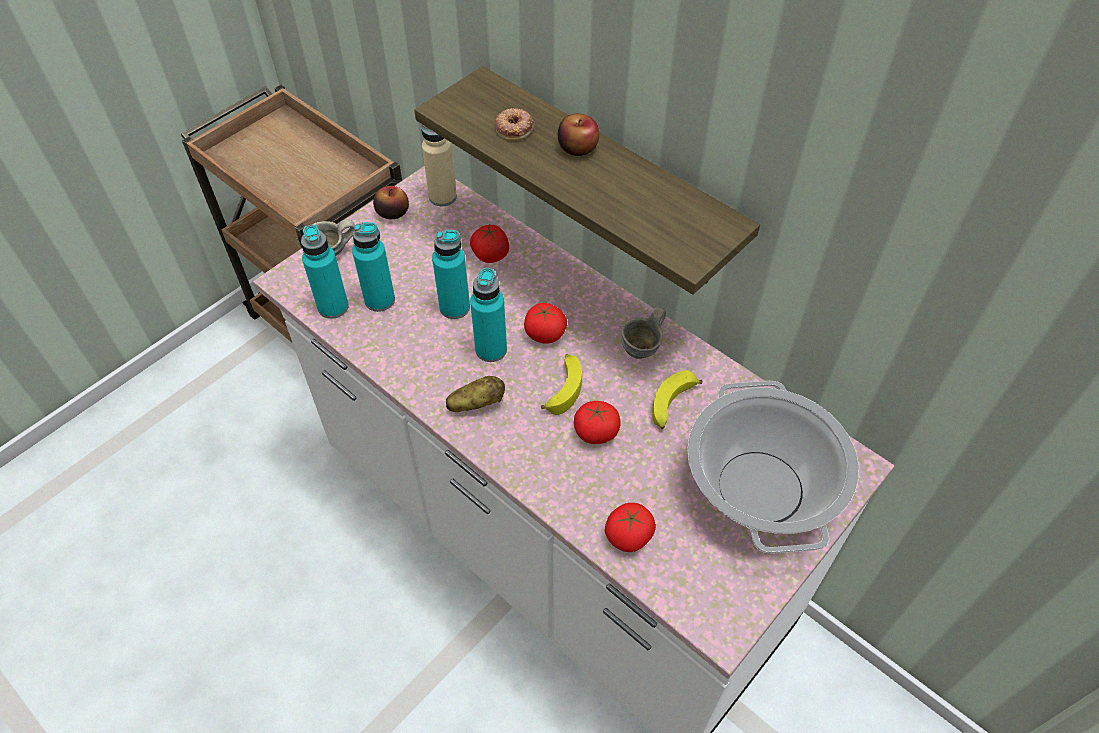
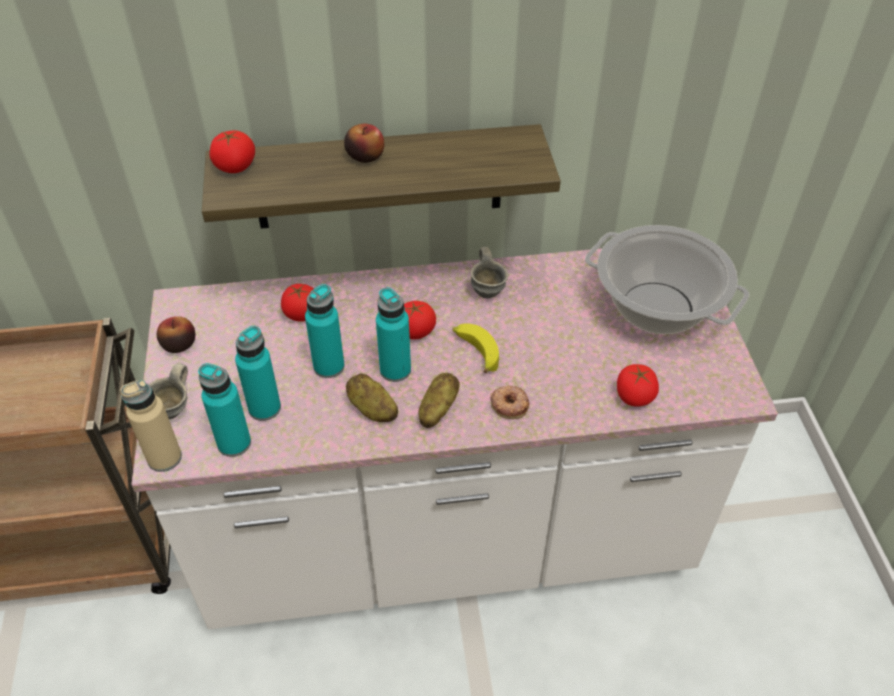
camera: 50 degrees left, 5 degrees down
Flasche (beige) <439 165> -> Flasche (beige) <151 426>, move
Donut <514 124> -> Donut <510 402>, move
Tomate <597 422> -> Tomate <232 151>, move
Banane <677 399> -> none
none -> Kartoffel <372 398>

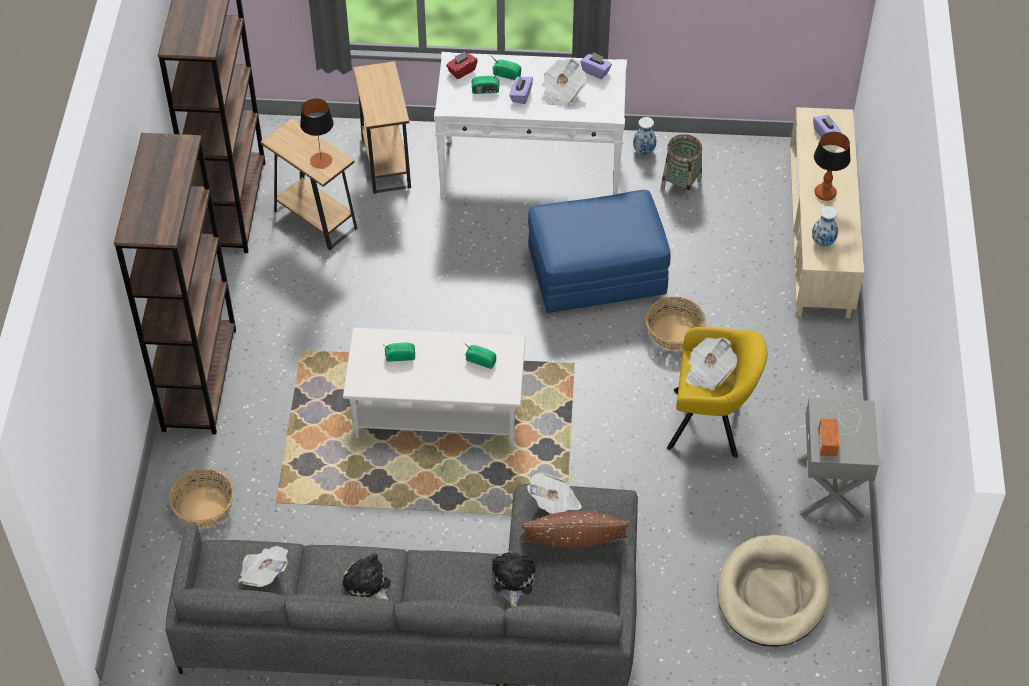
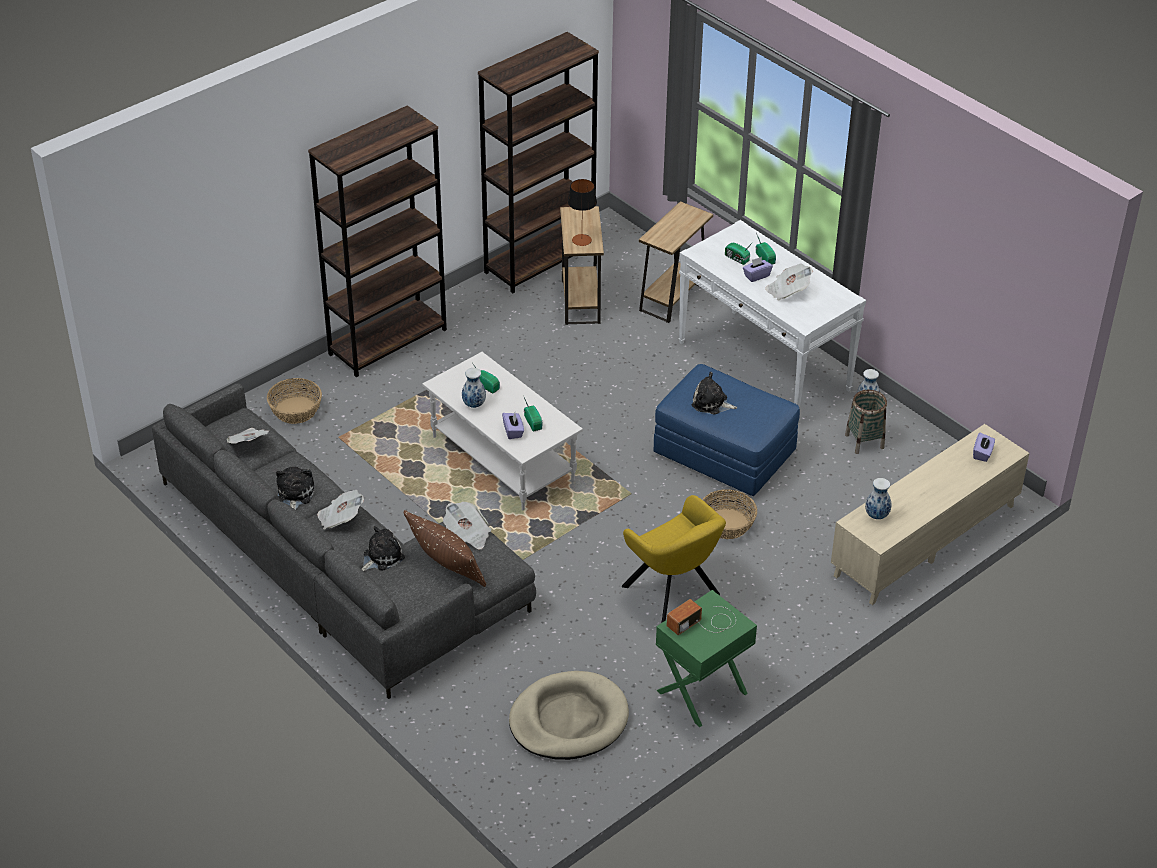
camera: 45 degrees right, 10 degrees down
Taschentuchbox (rot) <462 65> -> none
Taschentuchbox (lila) <596 65> -> Taschentuchbox (lila) <513 426>, move
Zeitung <711 363> -> Zeitung <340 510>, move
Nachttisch (grau) <838 458> -> Nachttisch (grün) <706 658>
Tischlampe <832 166> -> none
none -> Vase <474 388>
none -> Plüschtier <714 393>

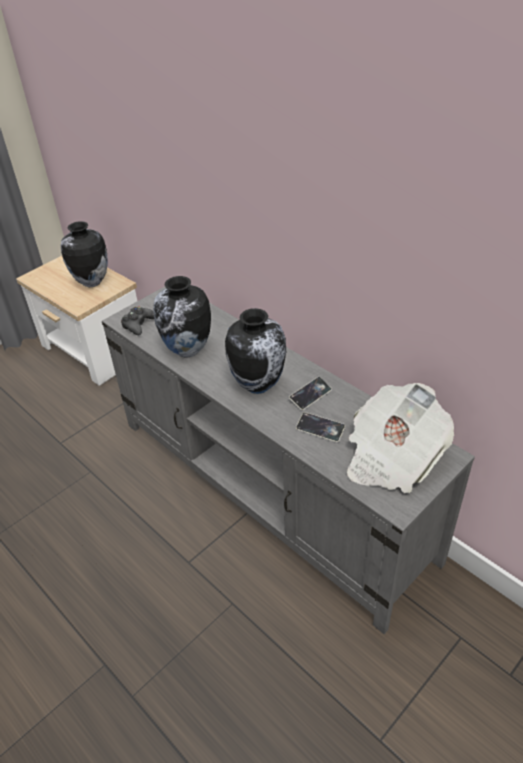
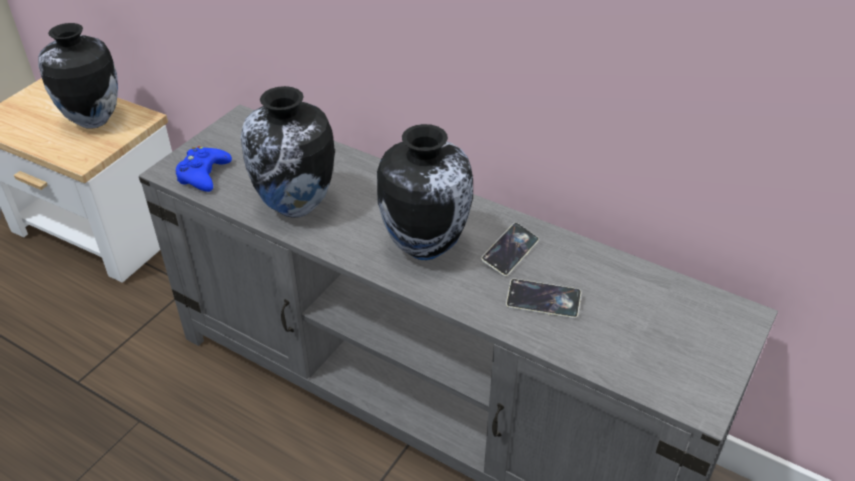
camera: 15 degrees left, 0 degrees up
Gamepad (schwarz) <137 321> -> Gamepad (blau) <204 169>
Zeitung <400 438> -> none

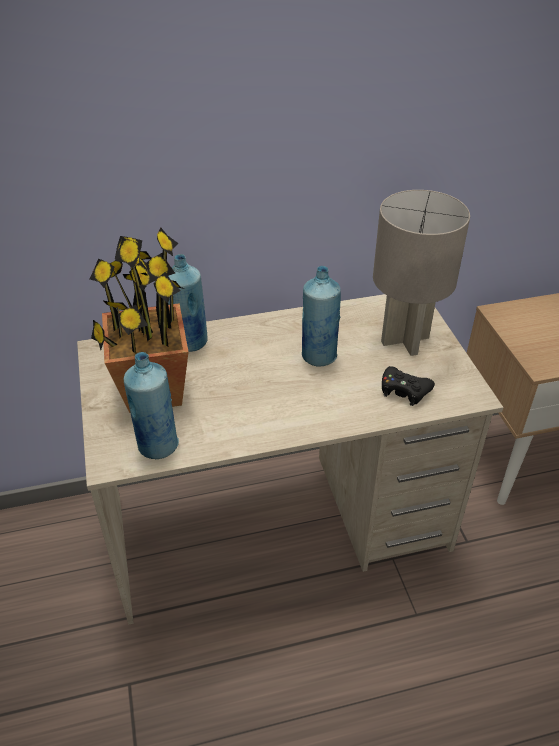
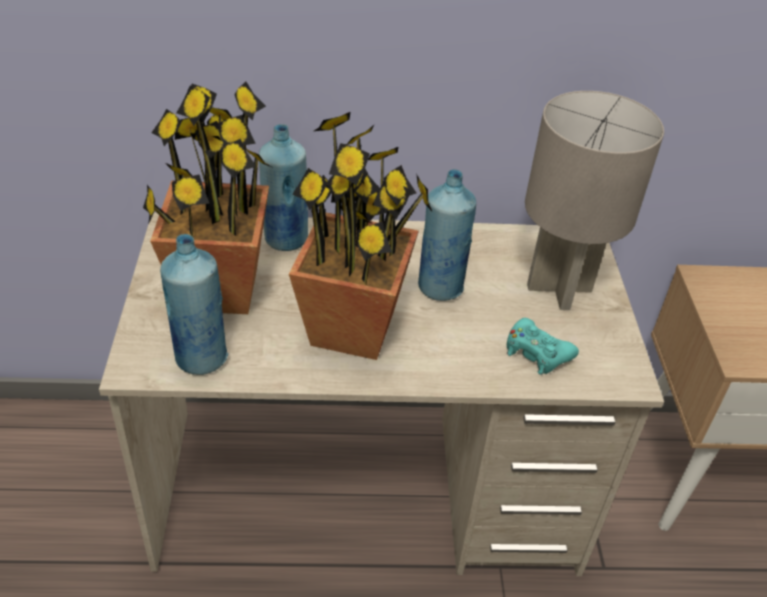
camera: 10 degrees right, 0 degrees up
Gamepad (schwarz) <408 386> -> Gamepad (türkis) <543 346>
none -> Topfpflanze <360 236>

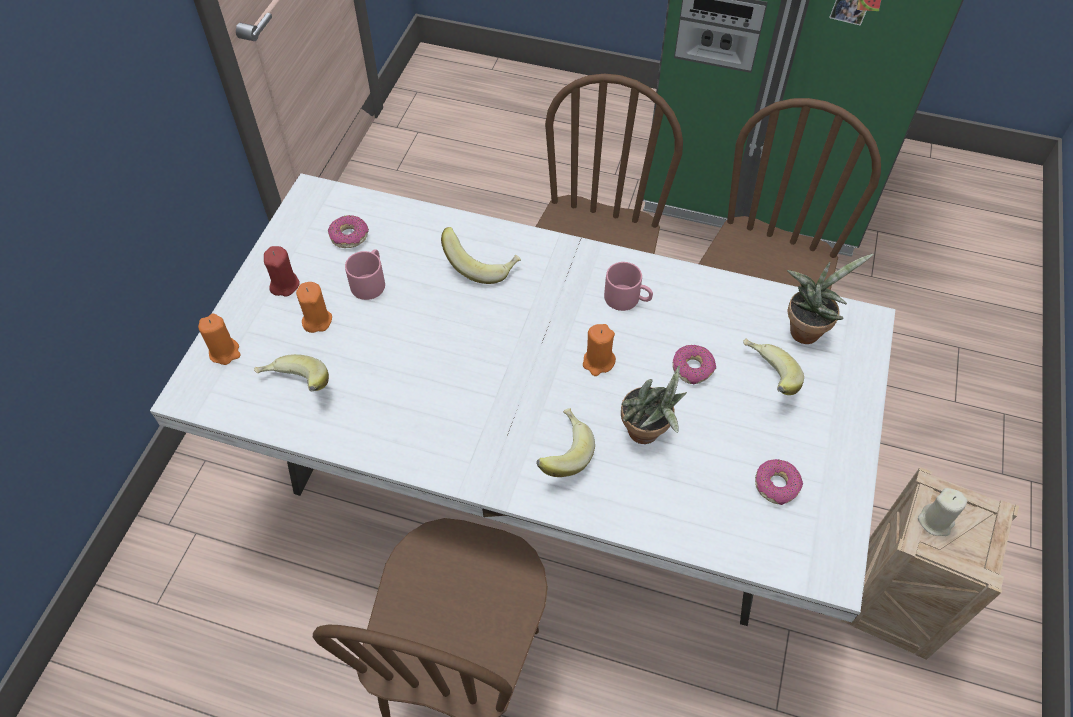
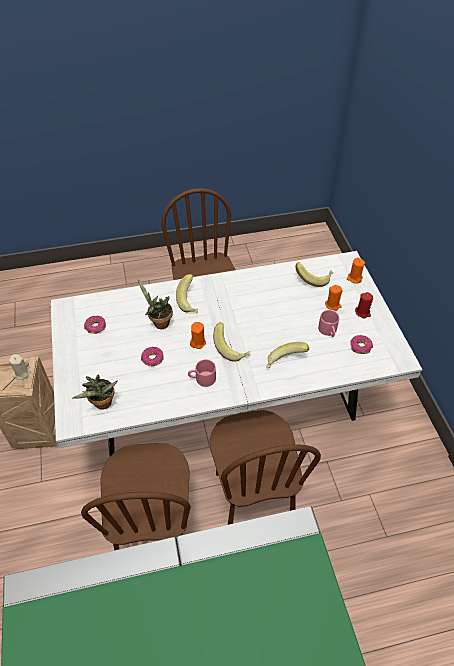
camera: 150 degrees right, 5 degrees down
Banane <773 367> -> Banane <231 341>, move

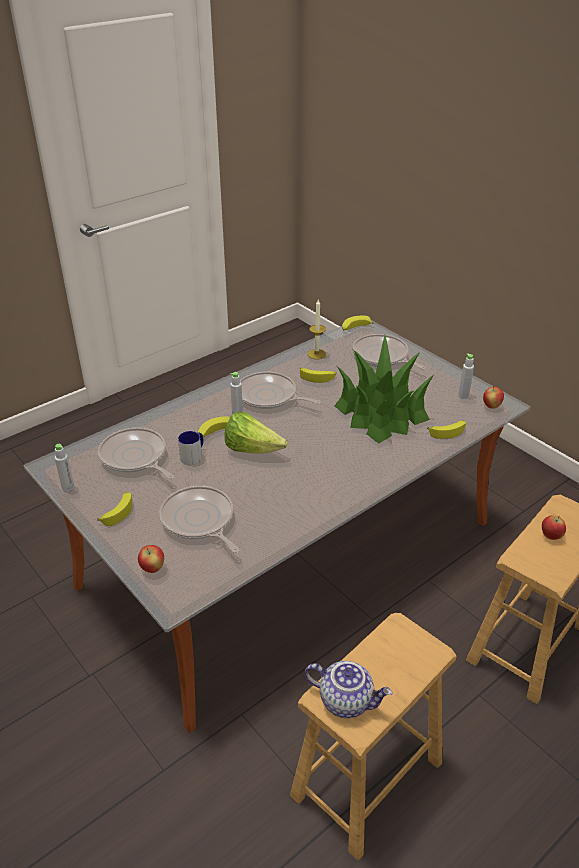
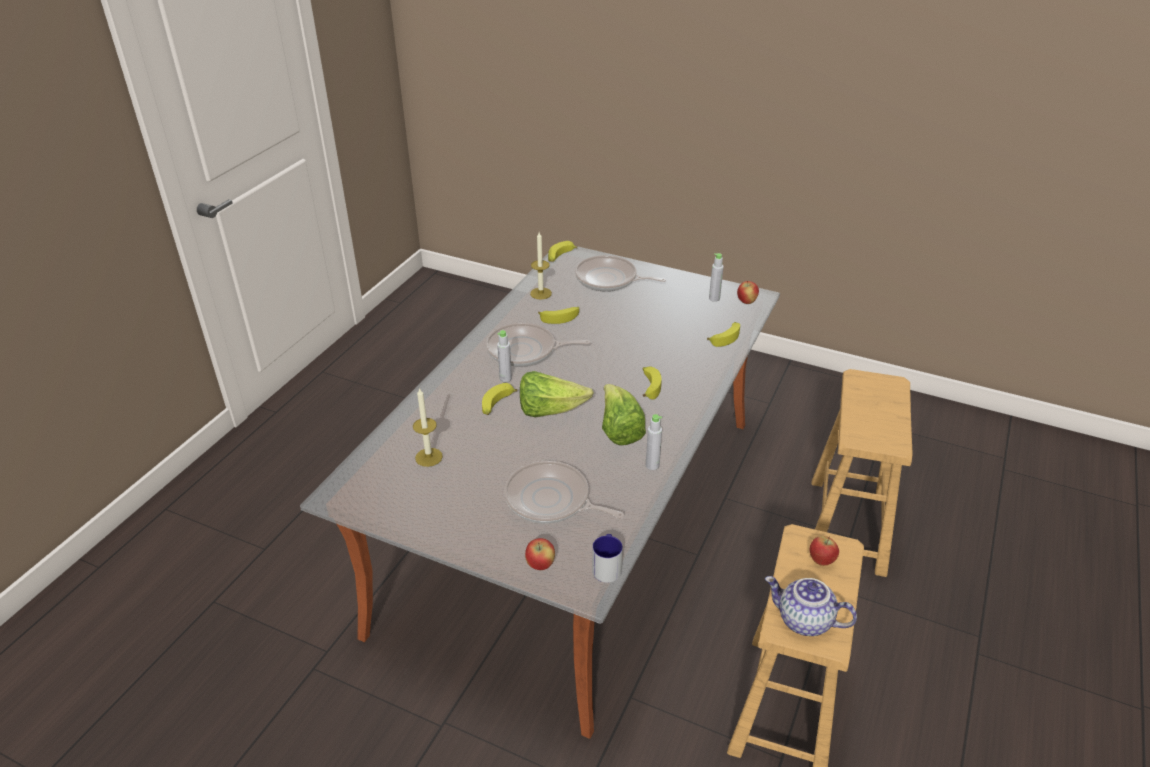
camera: 25 degrees left, 0 degrees up
Flasche (grau) <65 468> -> Flasche (grau) <654 442>, move
Banane <114 509> -> Banane <652 382>, move
Pfanne <136 453> -> Kerze <428 427>
Henkelbecher <190 448> -> Henkelbecher <607 558>, move
Teekanne <348 689> -> Teekanne <811 606>, 150 degrees counterclockwise
Topfpflanze <383 389> -> none
Apfel <554 527> -> Apfel <824 551>, move
none -> Salatkopf <624 414>

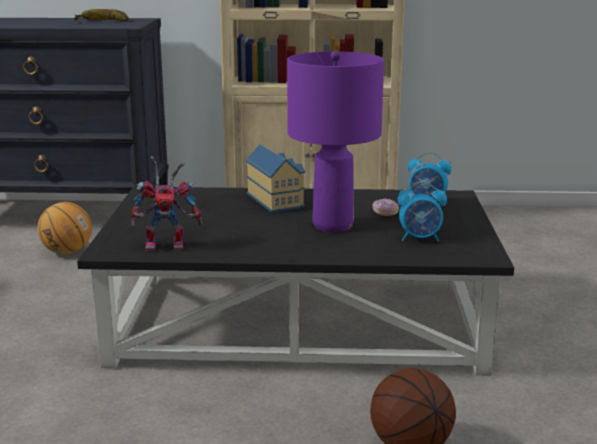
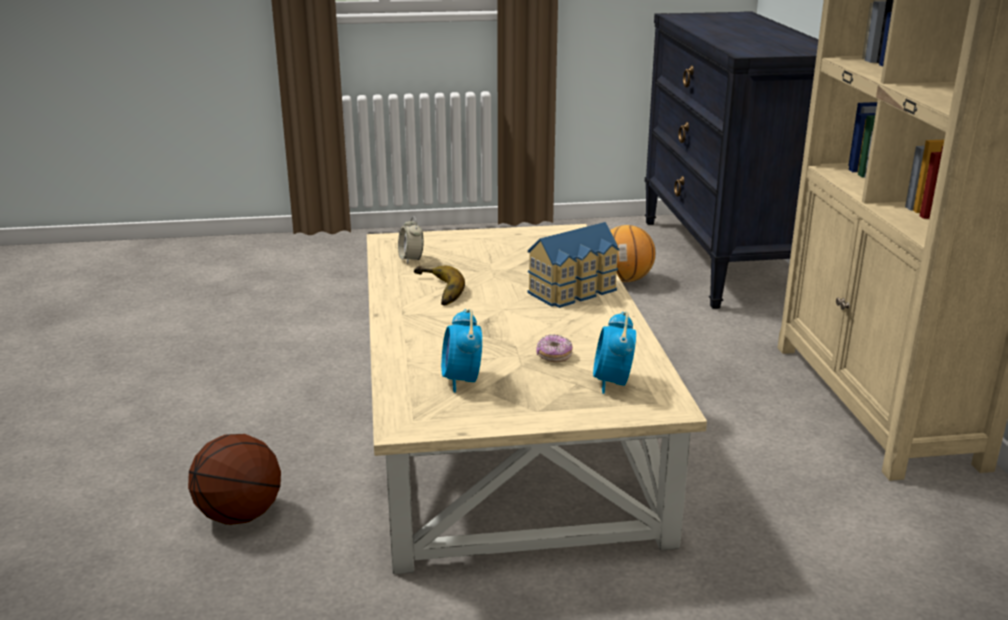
camera: 80 degrees right, 5 degrees up
Banane <101 15> -> Banane <439 285>, move
Couchtisch (schwarz) <295 281> -> Couchtisch (beige) <537 399>
Spielzeugroboter <166 203> -> Wecker <410 240>
Tischlampe (lila) <335 141> -> none

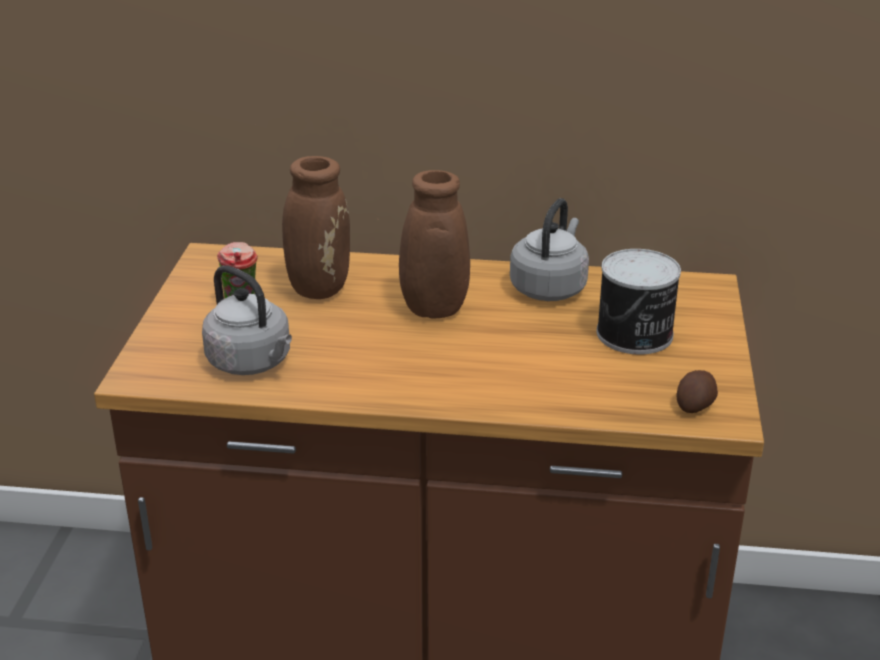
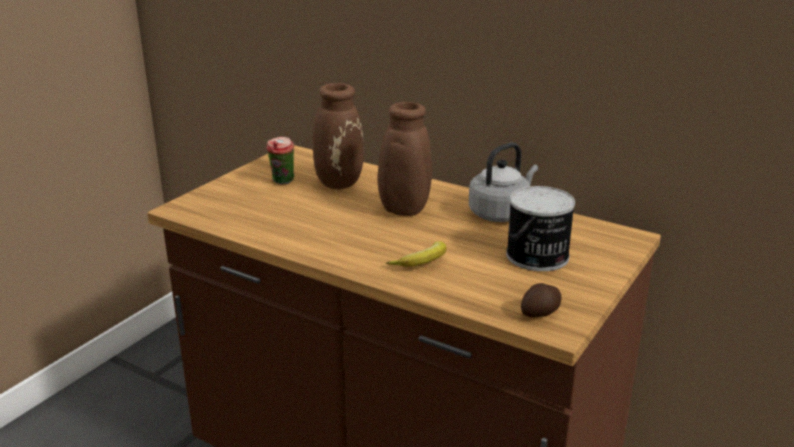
camera: 25 degrees right, 5 degrees down
Wasserkessel (grau) <247 320> -> none
none -> Banane <416 254>

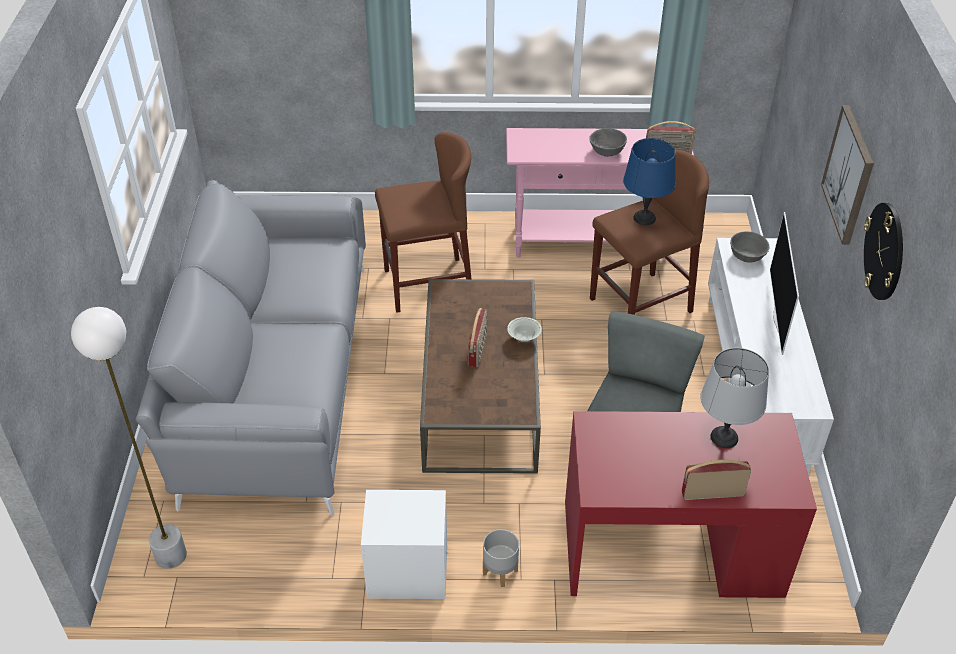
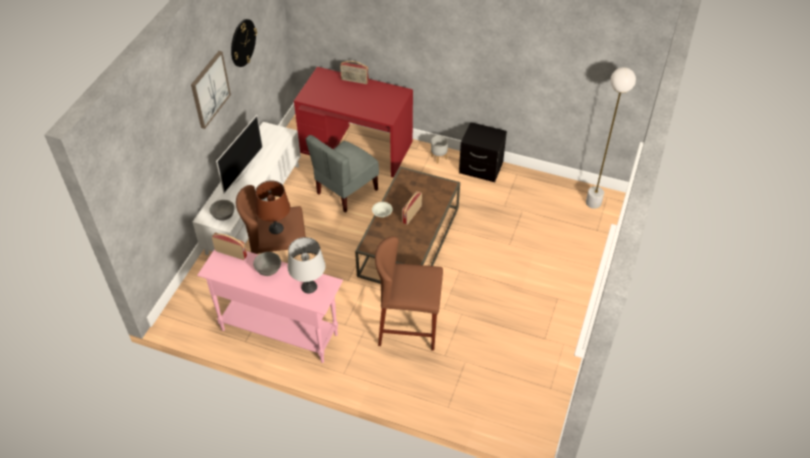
camera: 160 degrees left, 5 degrees up
Sofa (grau) <251 348> -> none
Nachttisch (weiß) <404 544> -> Nachttisch (schwarz) <483 152>
Tischlampe (blau) <649 181> -> Tischlampe (braun) <272 207>
Tischlampe (grau) <734 398> -> Tischlampe (grau) <306 265>, move

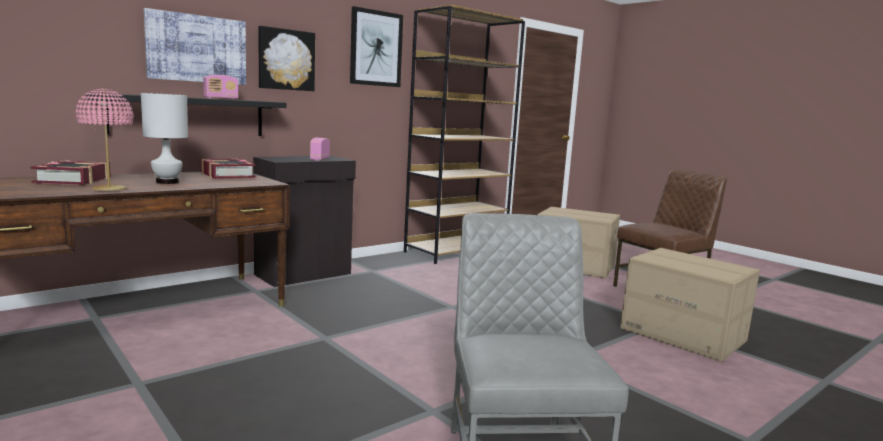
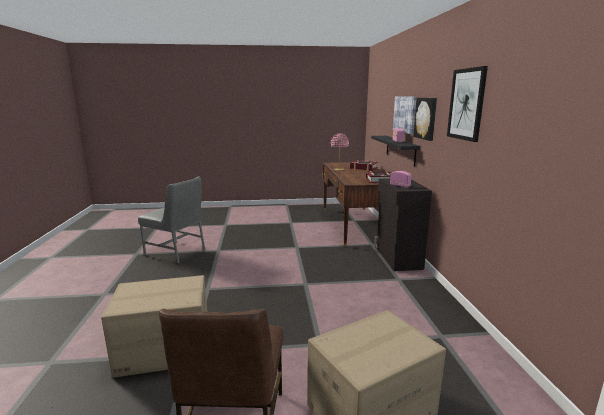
camera: 125 degrees right, 5 degrees up
Tischlampe (weiß) <164 138> -> none
Bücherregal (braun) <464 134> -> none

